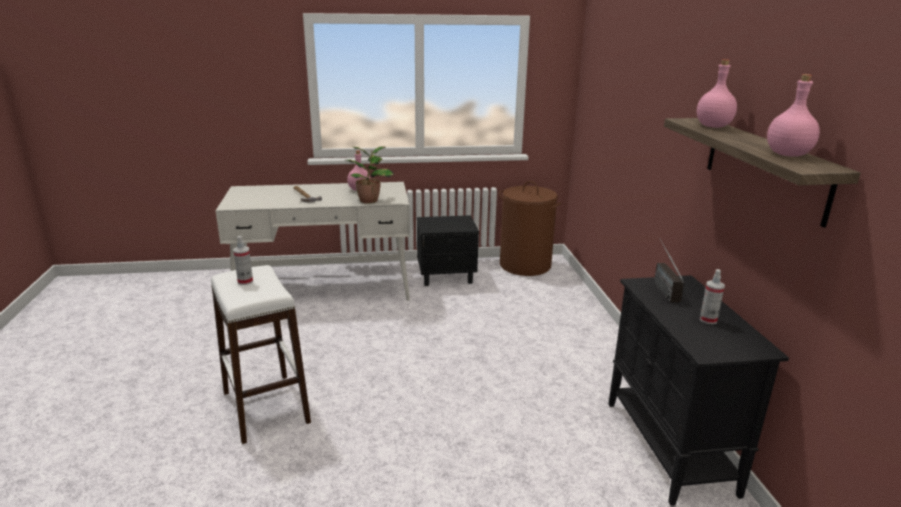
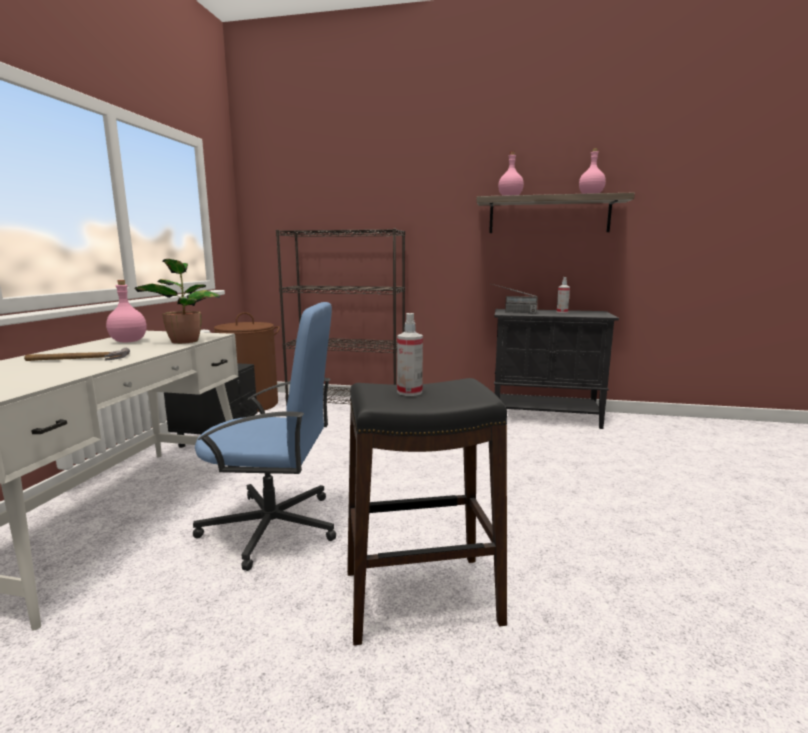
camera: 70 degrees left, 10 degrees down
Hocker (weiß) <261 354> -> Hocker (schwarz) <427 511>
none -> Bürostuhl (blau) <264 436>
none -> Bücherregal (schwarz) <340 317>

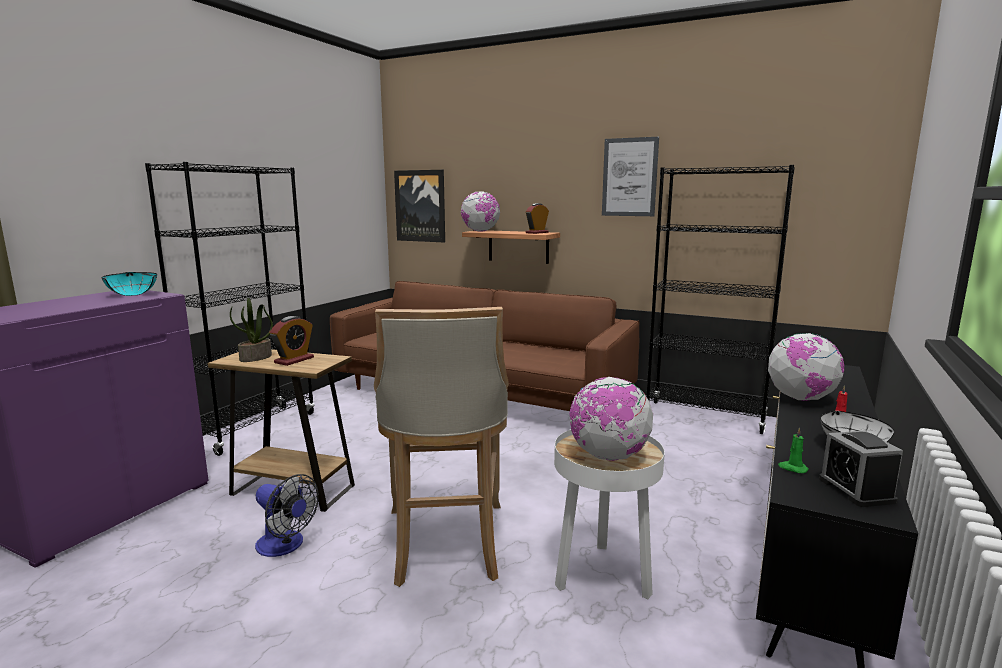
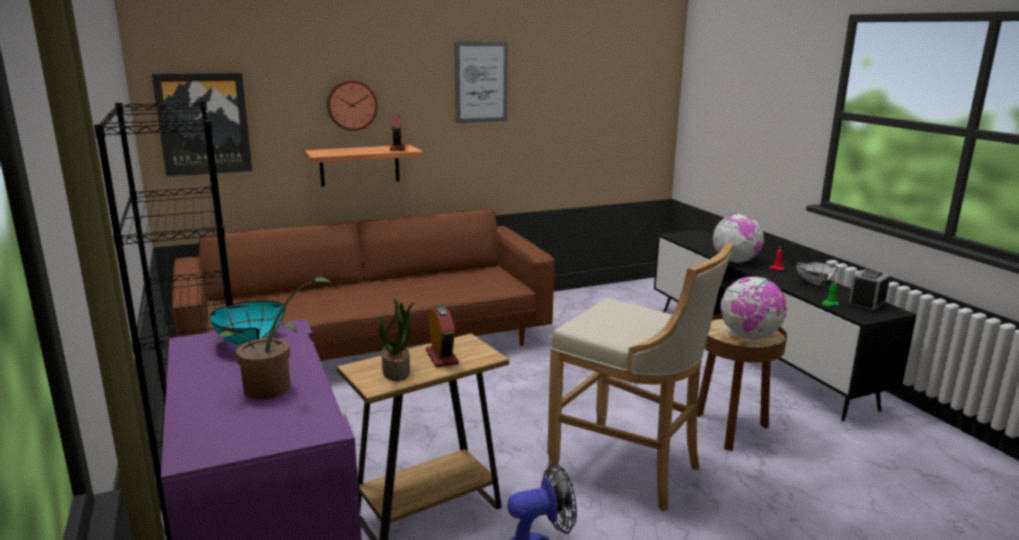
camera: 50 degrees left, 5 degrees up
Globus <480 211> -> none
Beistelltisch (weiß) <609 514> -> Beistelltisch (braun) <742 382>
Bücherregal (schwarz) <720 299> -> none
Wecker <861 469> -> Wecker <869 290>, 105 degrees clockwise
none -> Topfpflanze <275 338>
none -> Wanduhr <352 105>

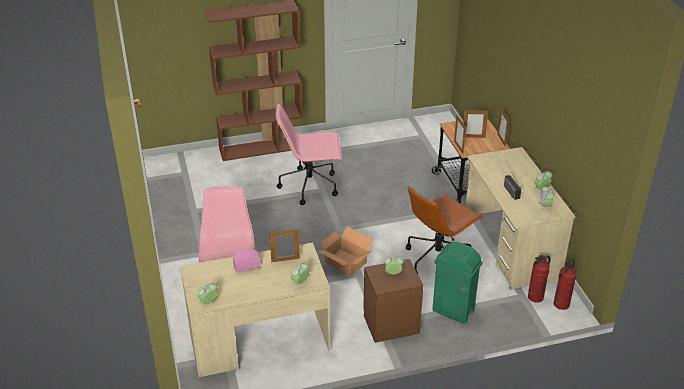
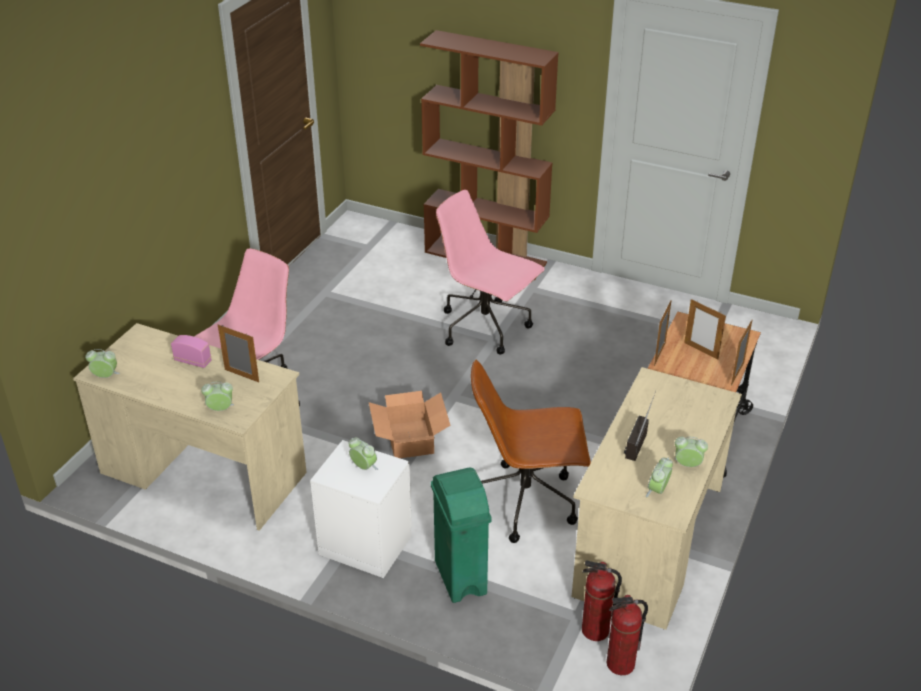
camera: 40 degrees right, 0 degrees up
Nachttisch (braun) <393 301> -> Nachttisch (weiß) <361 509>

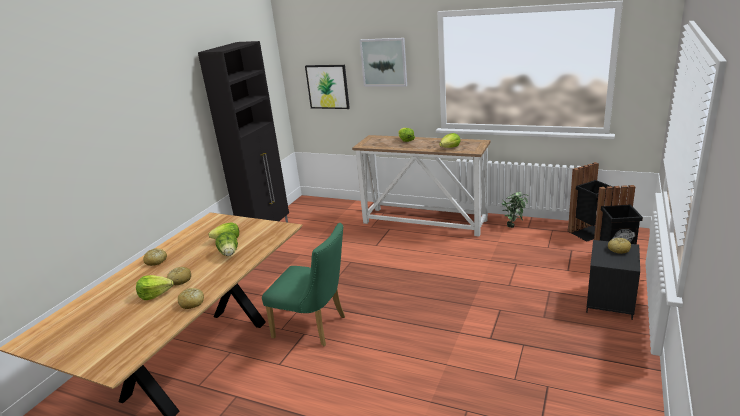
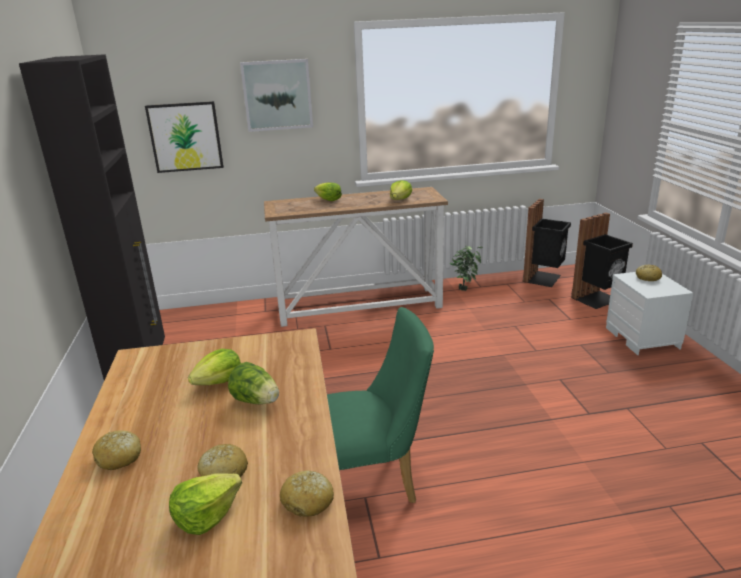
camera: 35 degrees left, 0 degrees up
Nachttisch (schwarz) <613 280> -> Nachttisch (weiß) <649 313>

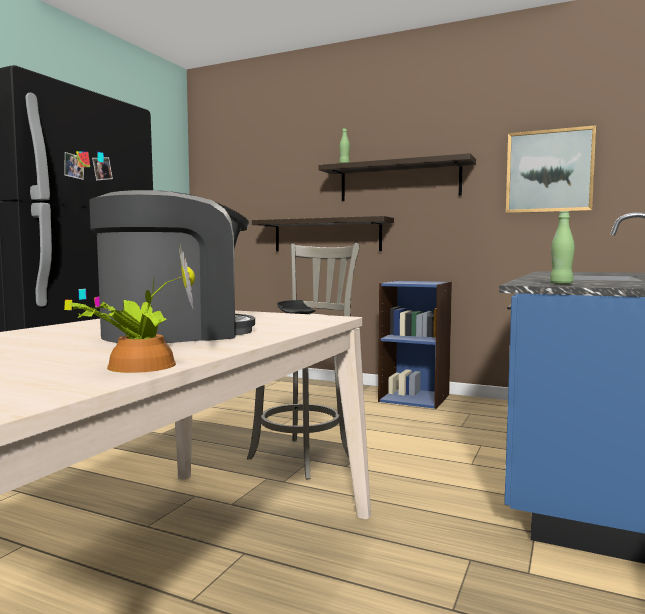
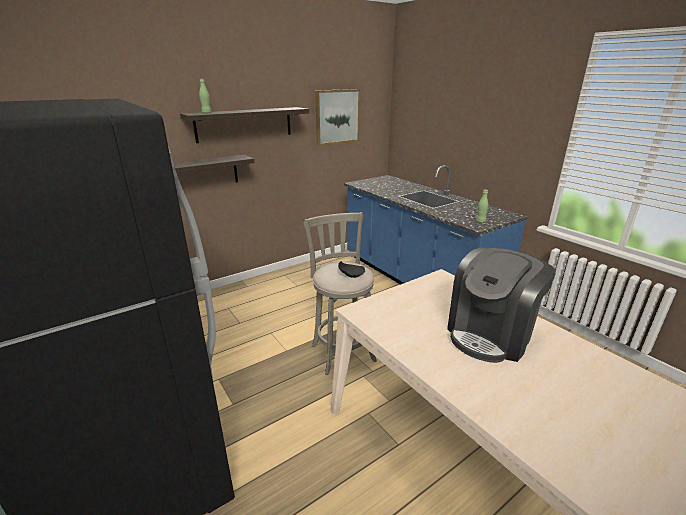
camera: 60 degrees left, 20 degrees up
Topfpflanze <132 308> -> none
Kaffeemaschine <172 266> -> Kaffeemaschine <501 305>, 135 degrees counterclockwise
Bücherregal (blau) <415 345> -> none

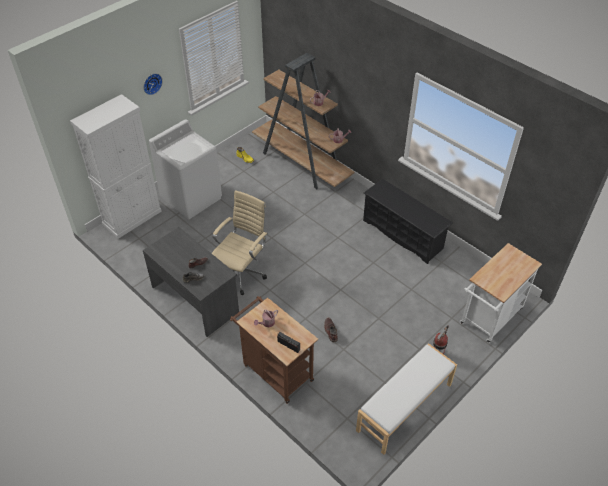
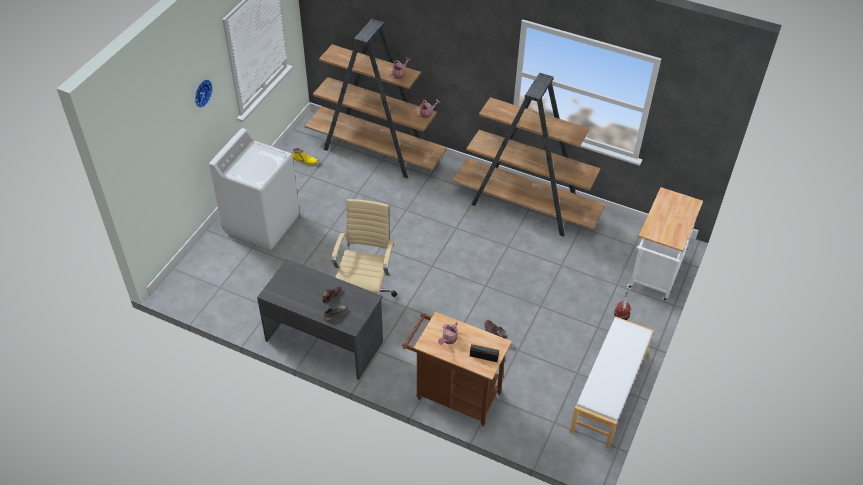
camera: 20 degrees left, 0 degrees up
Schrank (weiß) <116 166> -> none
Schuhregal (schwarz) <408 221> -> Bücherregal (braun) <529 155>

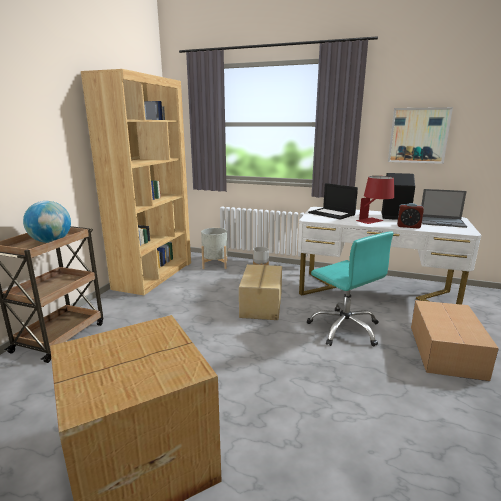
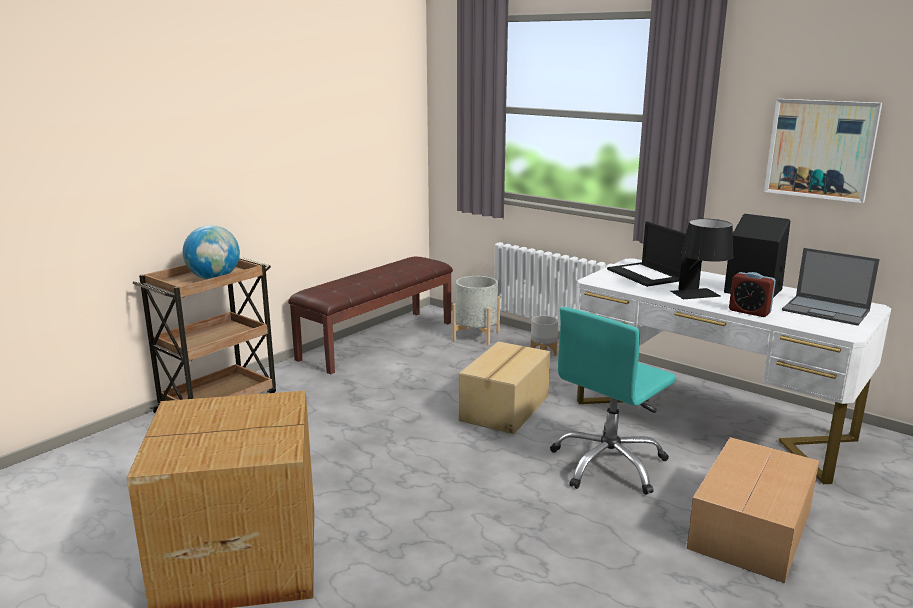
camera: 20 degrees right, 0 degrees up
Bücherregal (braun) <136 182> -> Bank (braun) <370 315>
Bürostuhl (türkis) <350 288> -> Bürostuhl (türkis) <613 401>, 60 degrees clockwise
Tischlampe (rot) <375 200> -> Tischlampe (schwarz) <701 259>

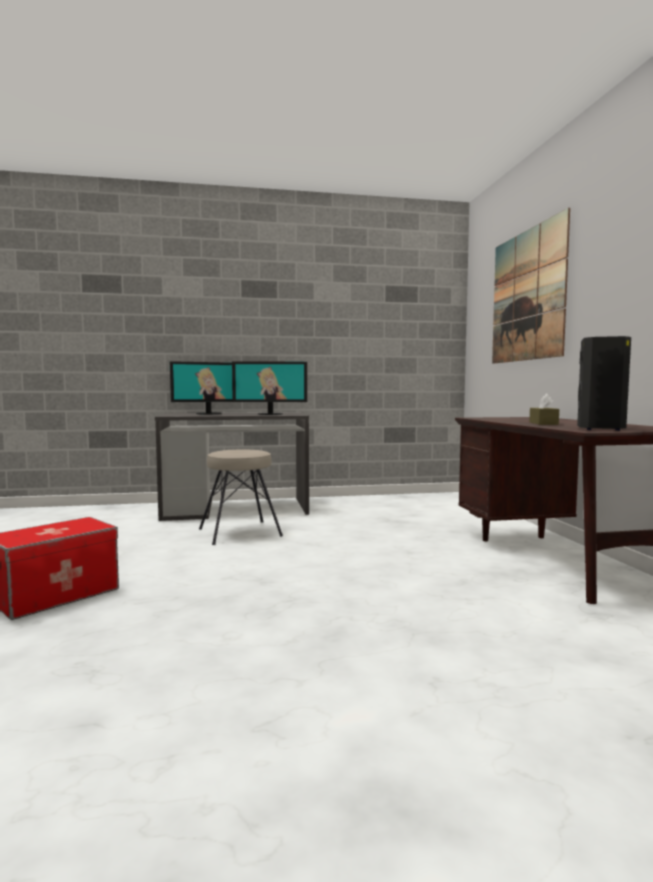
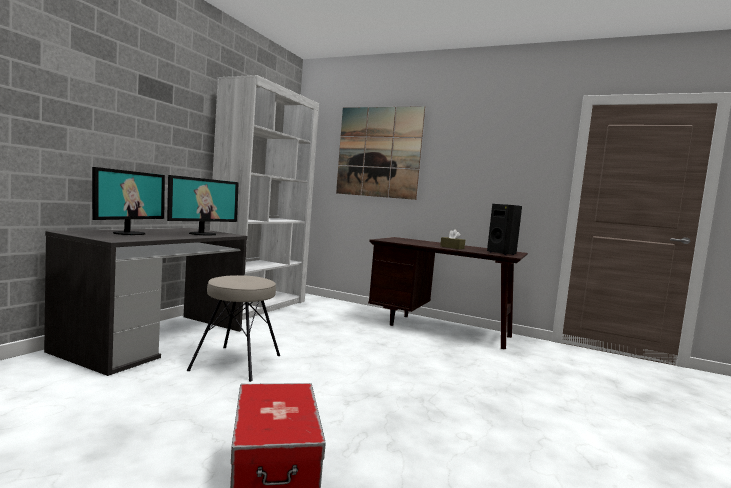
camera: 55 degrees left, 0 degrees up
none -> Bücherregal (weiß) <264 197>

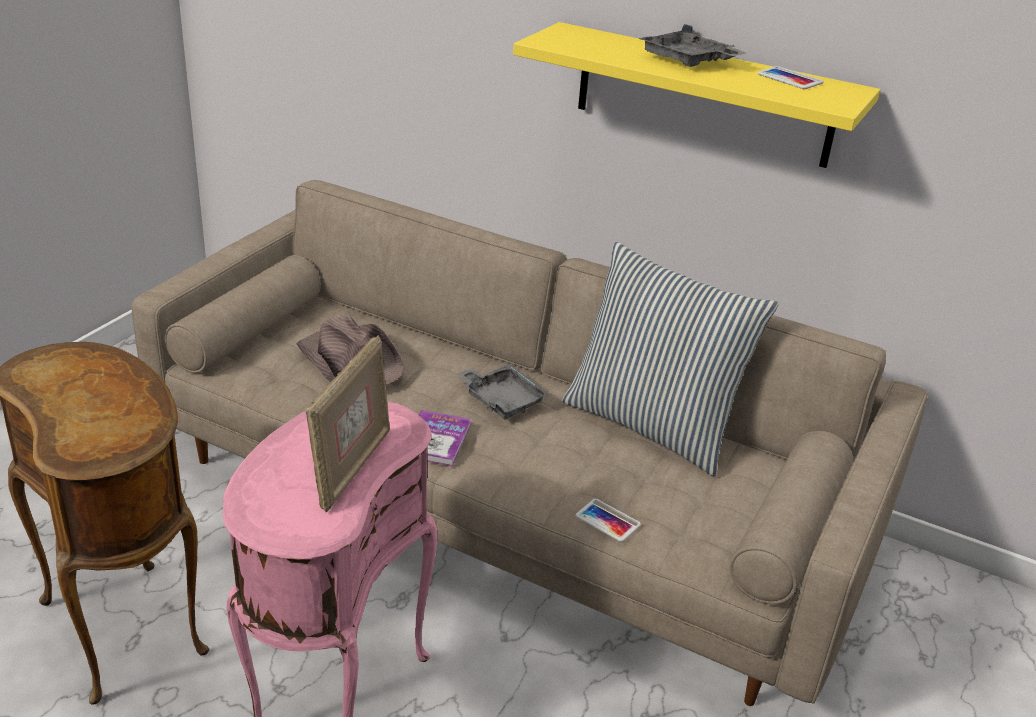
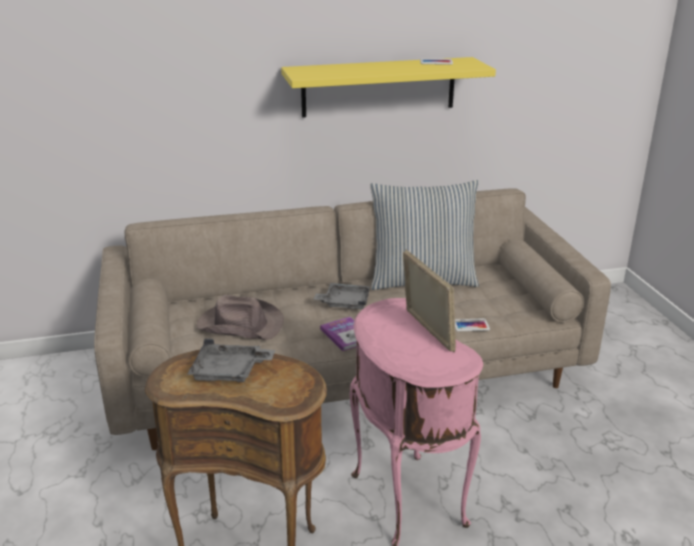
camera: 40 degrees left, 5 degrees down
Tablett (grau) <692 45> -> Tablett (grau) <231 360>, move

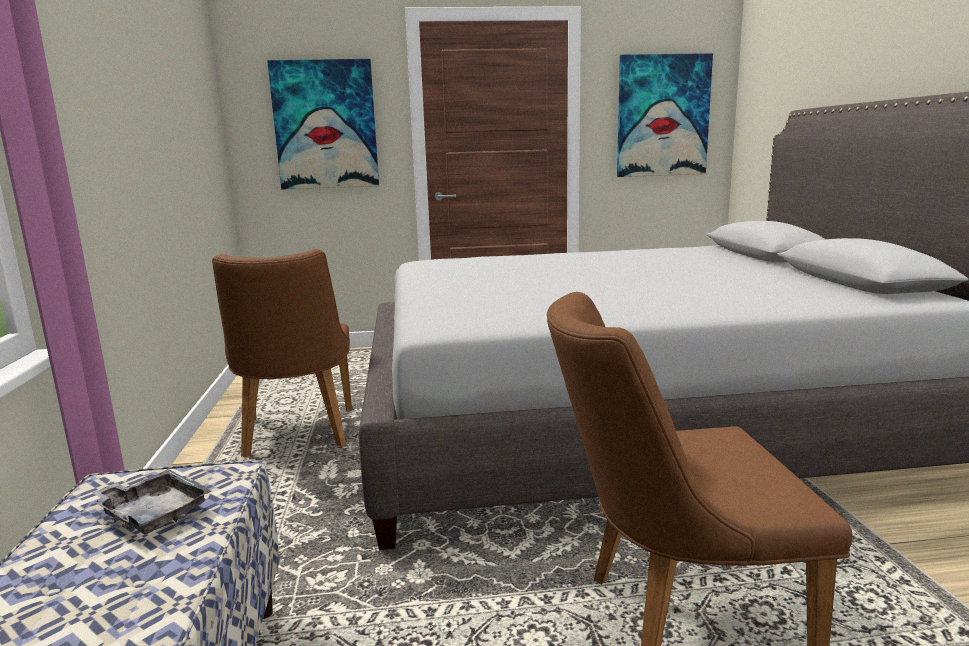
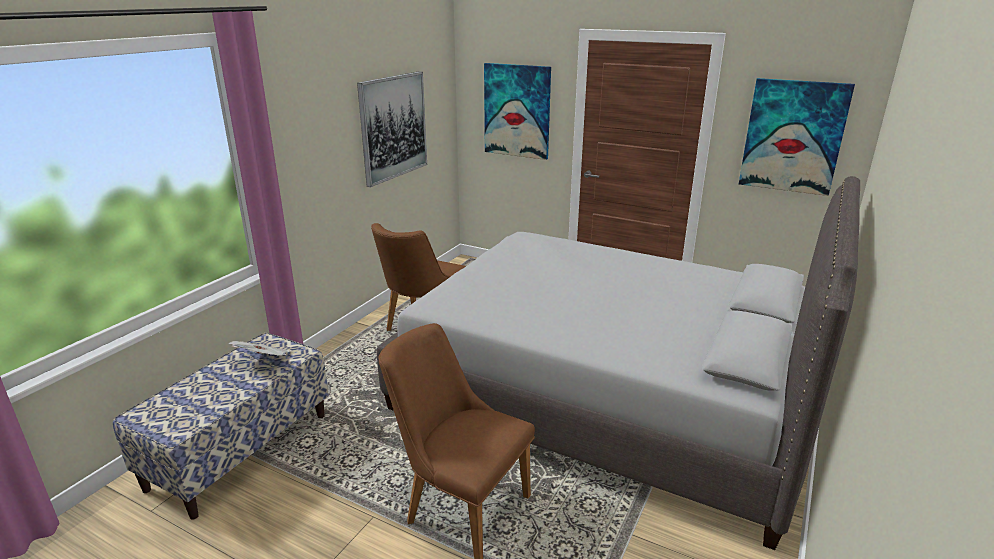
camera: 35 degrees right, 10 degrees up
Tablett (grau) <151 501> -> Zeitung <260 348>
none -> Bild <392 129>

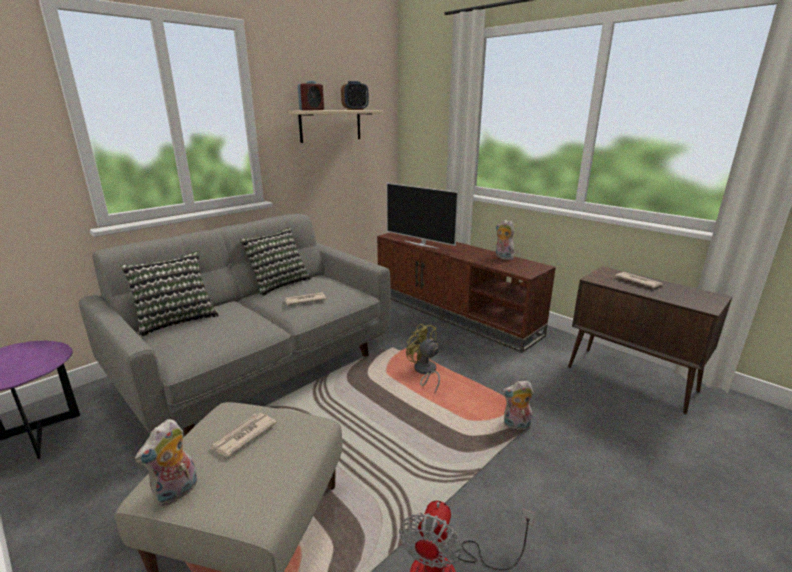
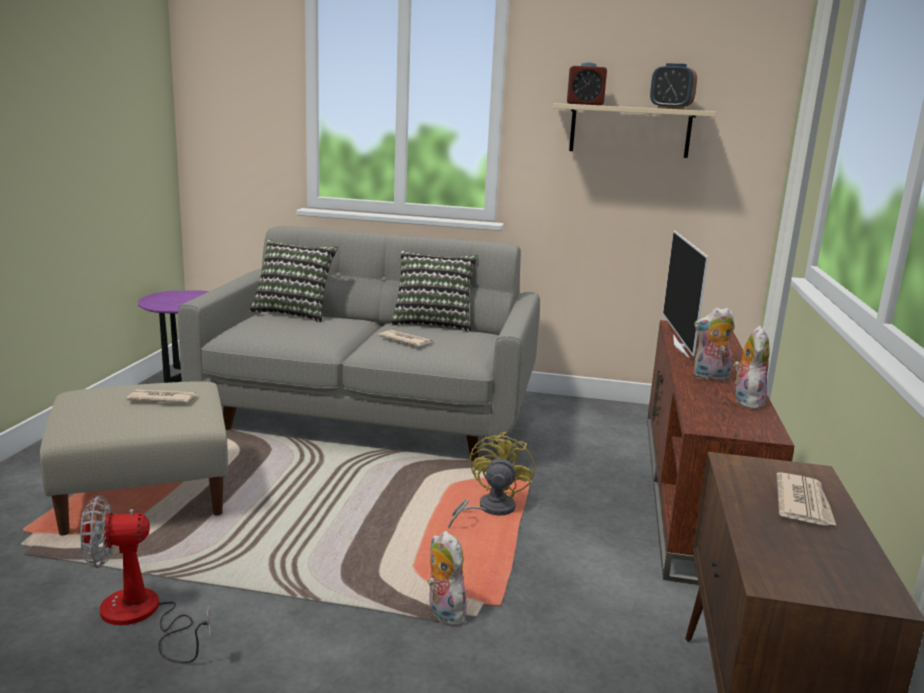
camera: 55 degrees right, 5 degrees down
Plüschtier <166 462> -> Plüschtier <714 343>, move

